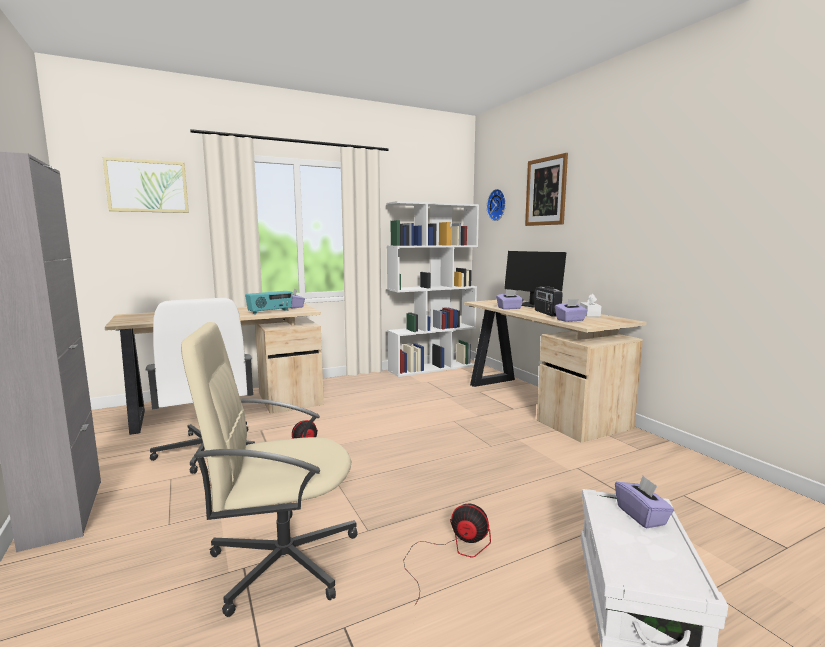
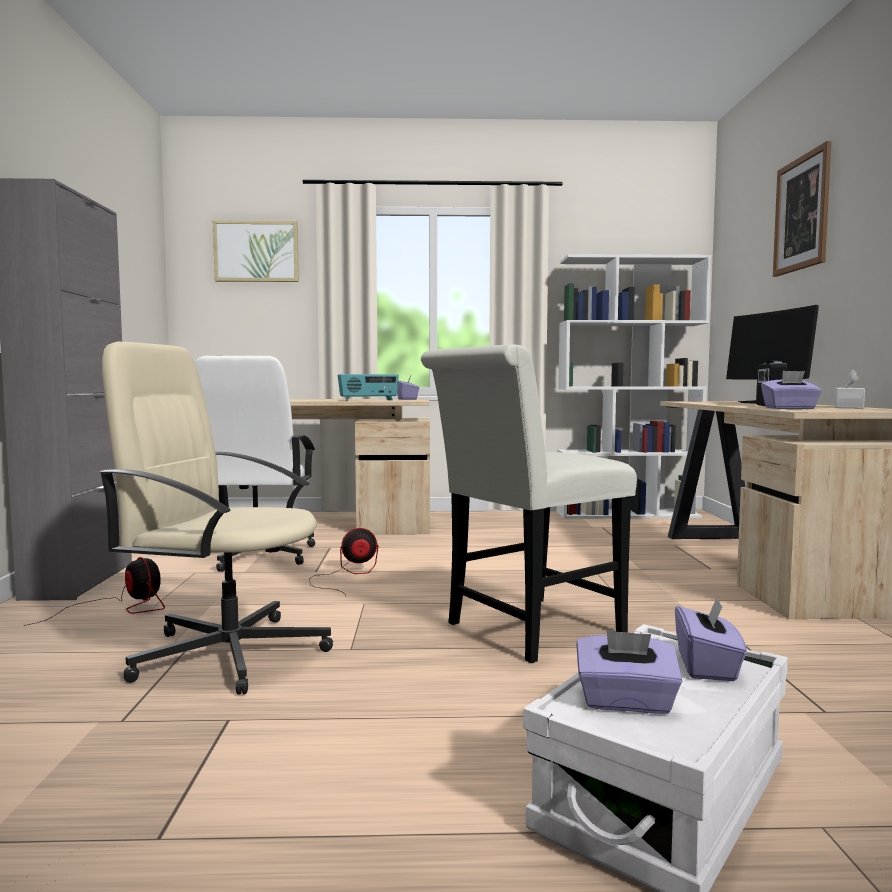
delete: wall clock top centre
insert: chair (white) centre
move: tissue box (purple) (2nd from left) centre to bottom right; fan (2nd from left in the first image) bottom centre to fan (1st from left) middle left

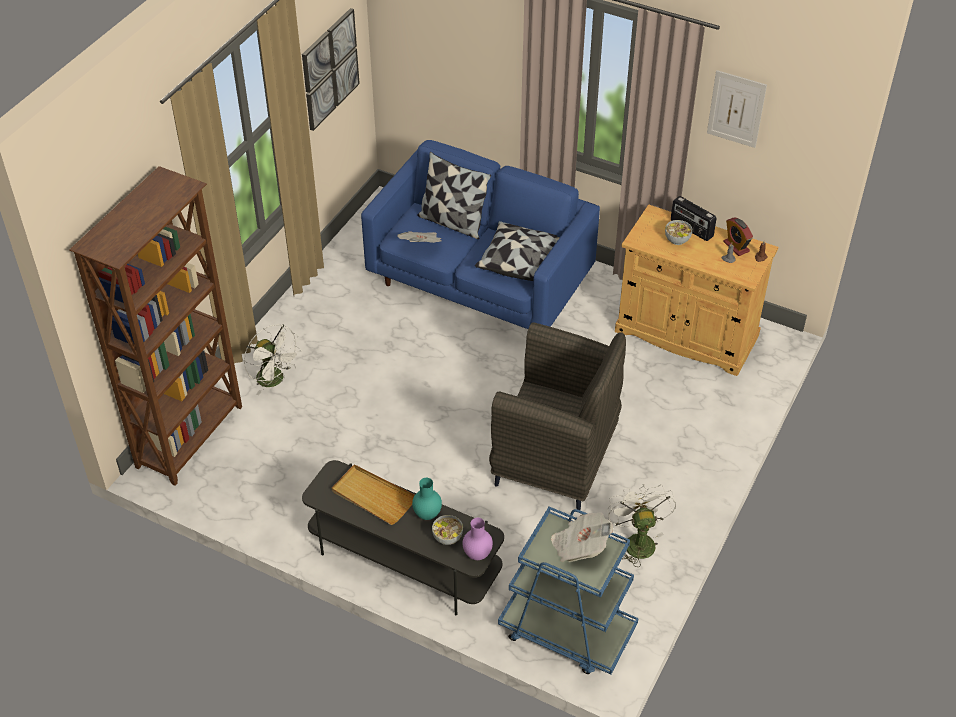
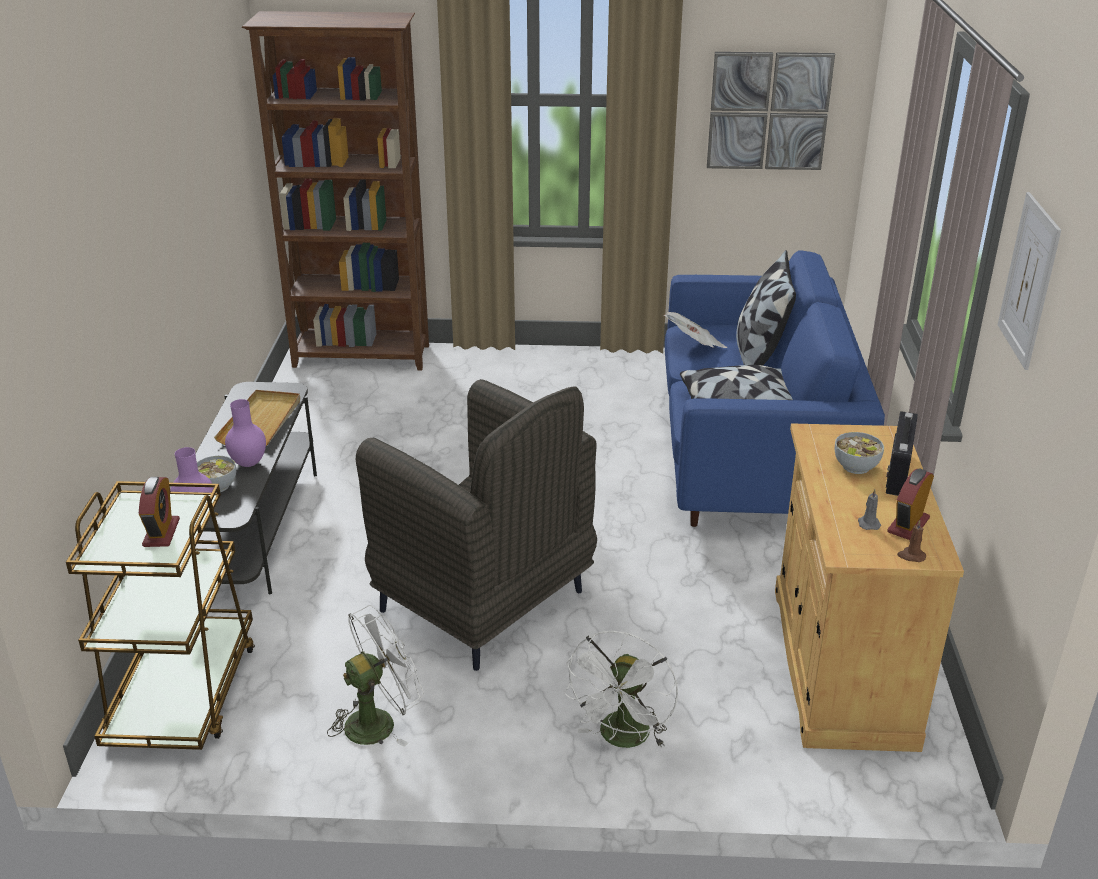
move: fan (white) (1st from left in the first image) middle left to fan (white) (2nd from left) bottom centre
replace: newspaper (2nd from left) bottom centre to alarm clock (1st from left) middle left
recolor: vase (turquoise) bottom centre to vase (purple) (2nd from left) middle left; cart (blue) bottom centre to cart (brown) bottom left
rotate: armchair (grey) centre = centre 45 degrees counterclockwise

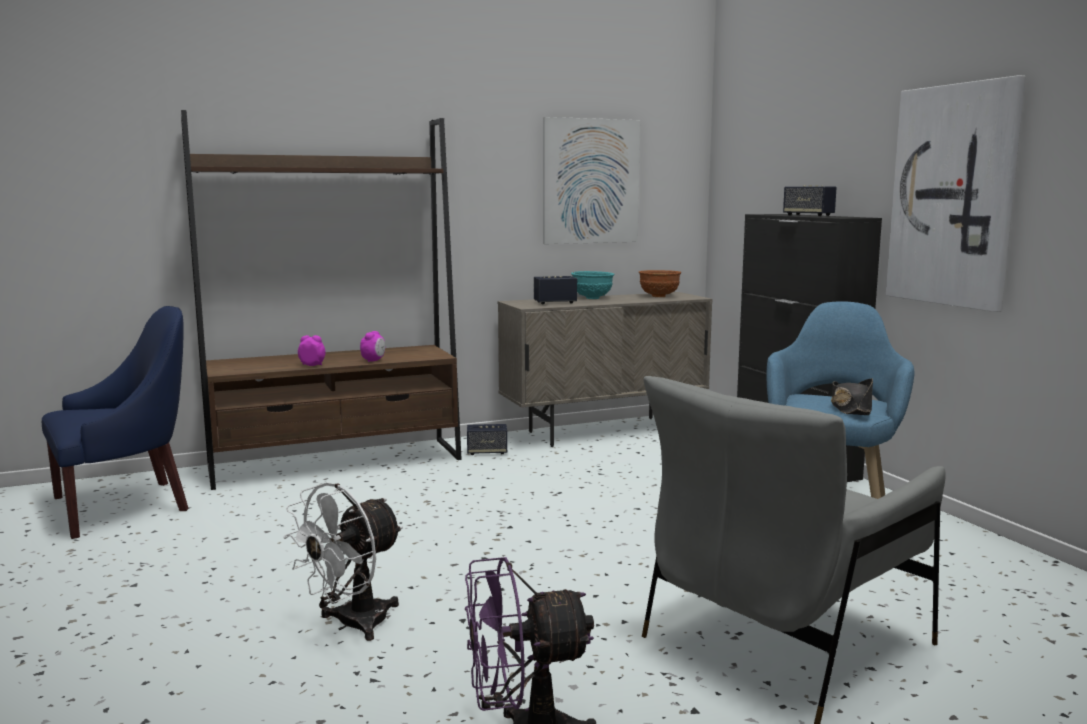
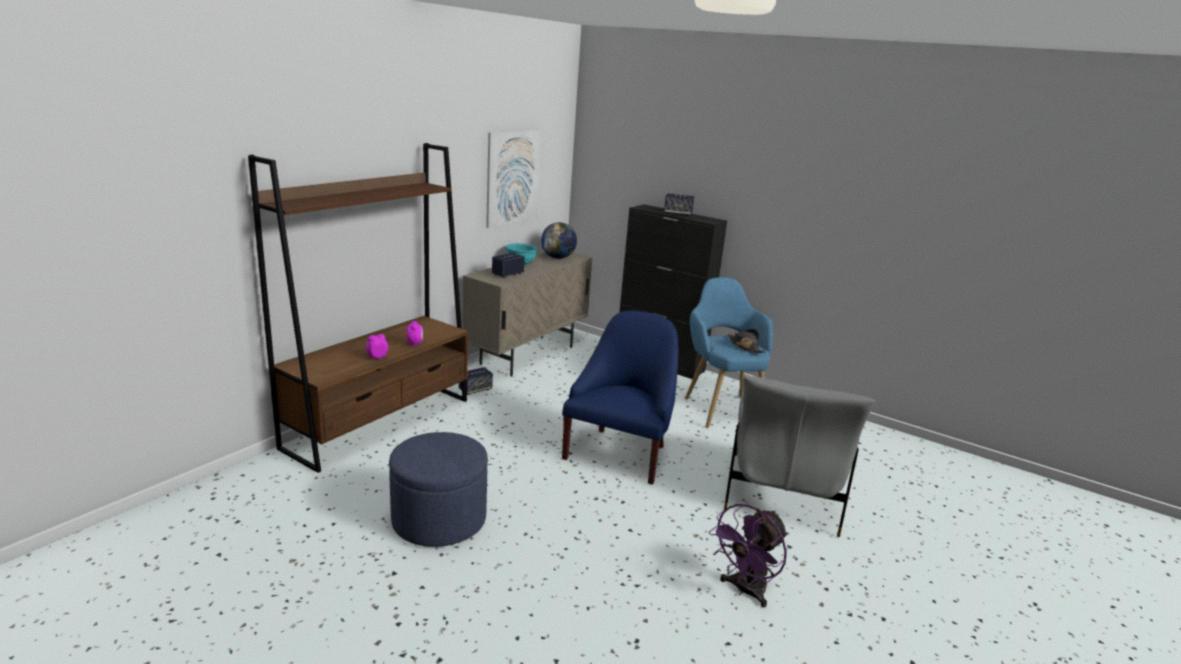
delete: picture (2nd from left) top right; fan (white) bottom left
insert: ottoman (blue) bottom centre
move: armchair (blue) (1st from left) middle left to centre
replace: bowl (brown) centre to globe centre

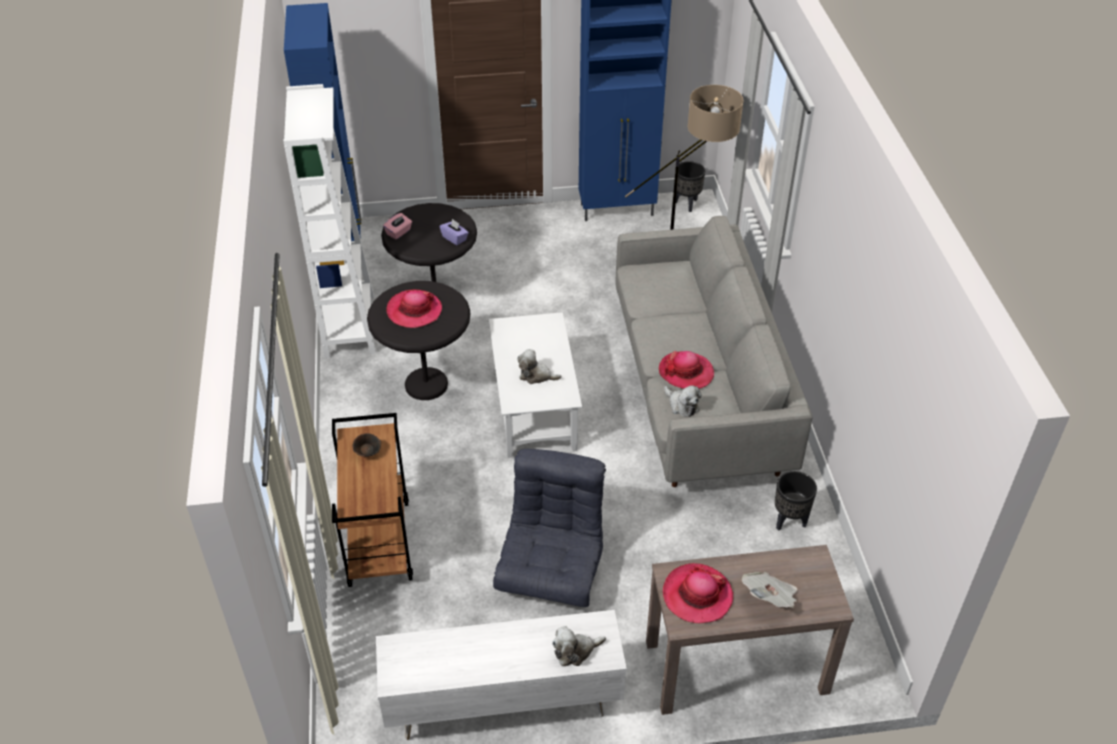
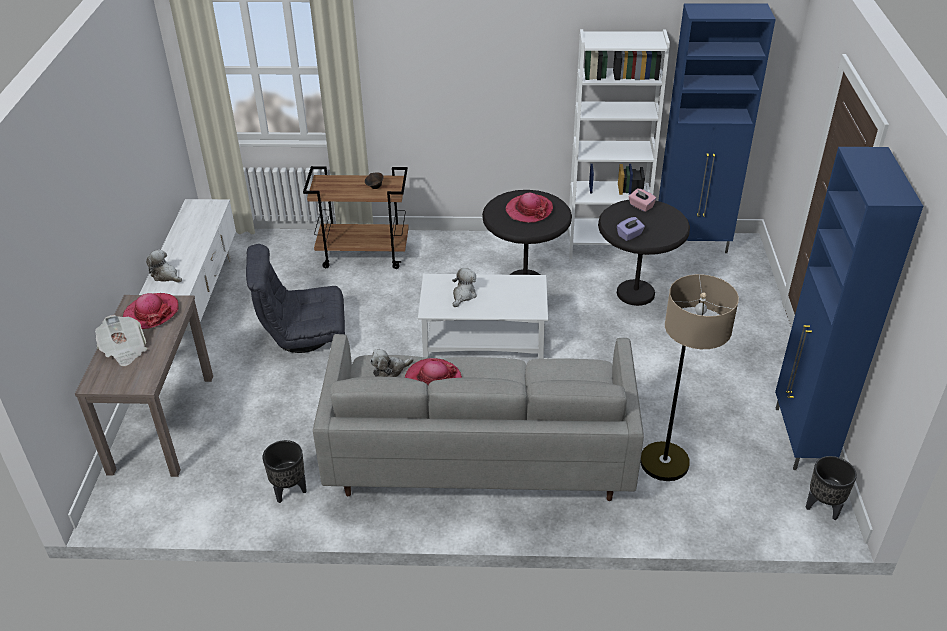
rotate: armchair (grey) bottom centre = middle left 150 degrees clockwise; plush toy (2nd from left in the first image) bottom centre = middle left 45 degrees counterclockwise

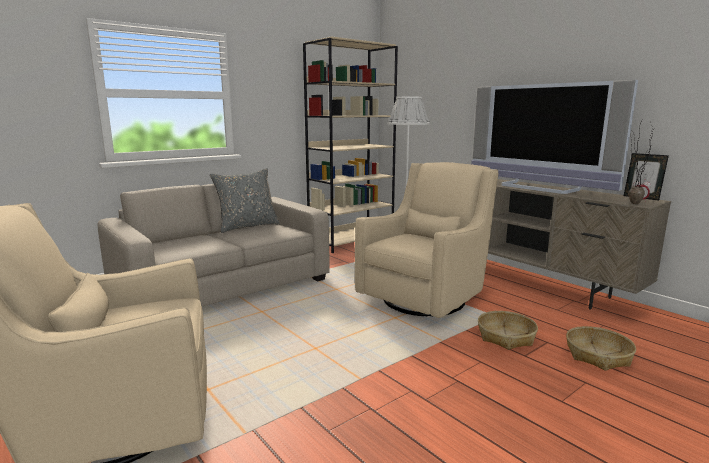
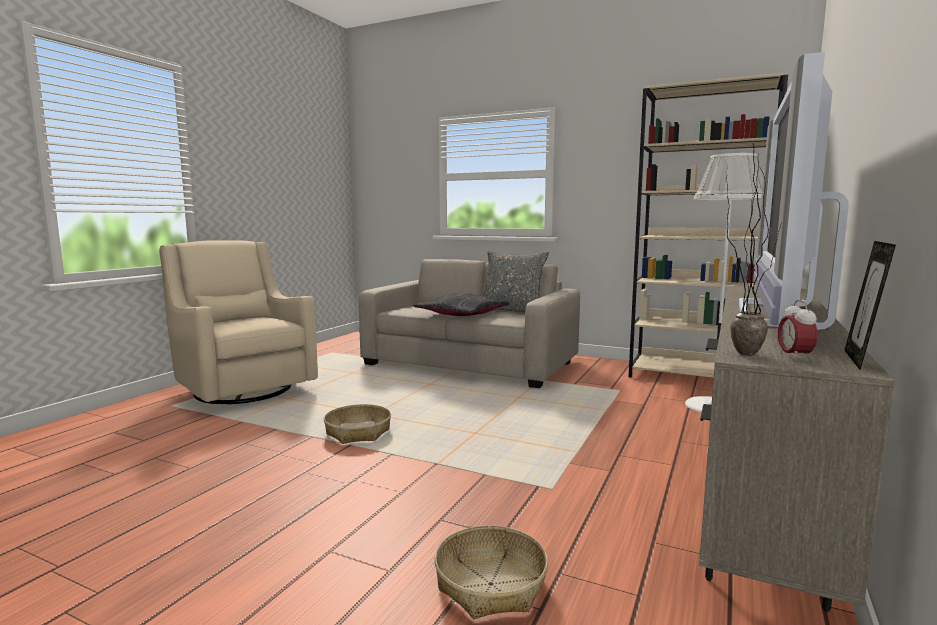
delete: armchair (beige) (2nd from left) centre
insert: pillow (grey) (1st from left) centre
move: basket (1st from left) bottom right to bottom centre

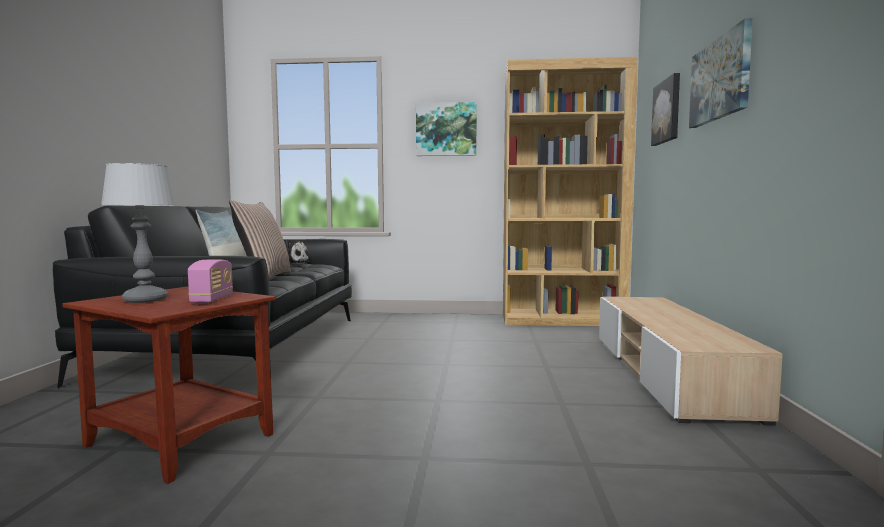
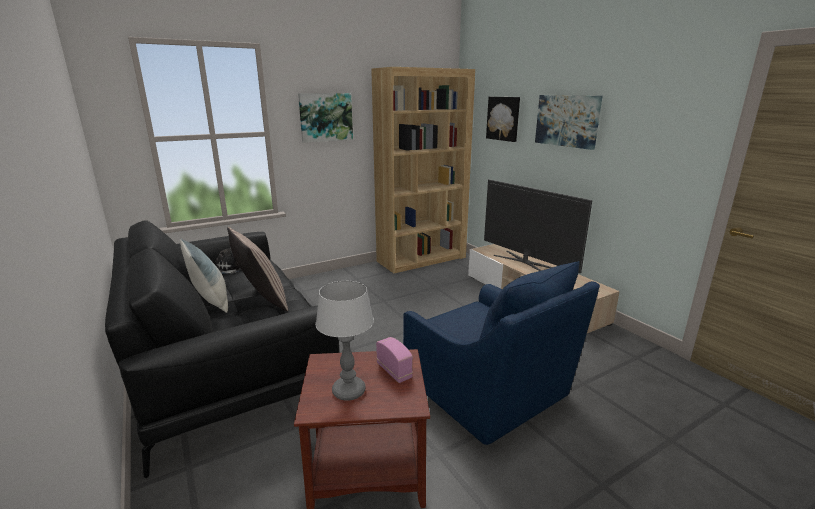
insert: television centre; armchair (blue) bottom centre

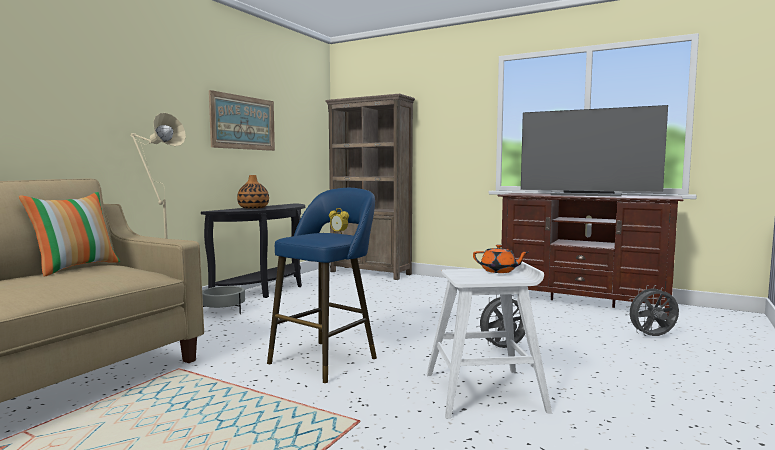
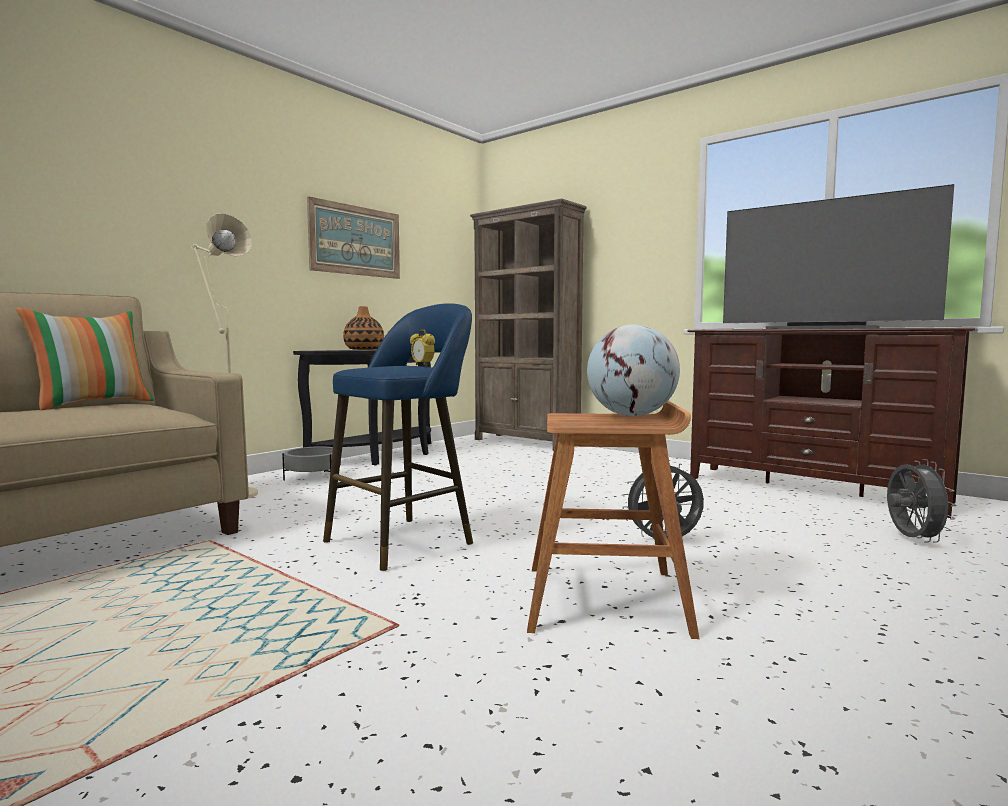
replace: teapot (orange) centre to globe centre
recolor: stool (white) bottom centre to stool (brown) centre
rotate: fan (grey) (2nd from left) bottom right = middle right 90 degrees clockwise

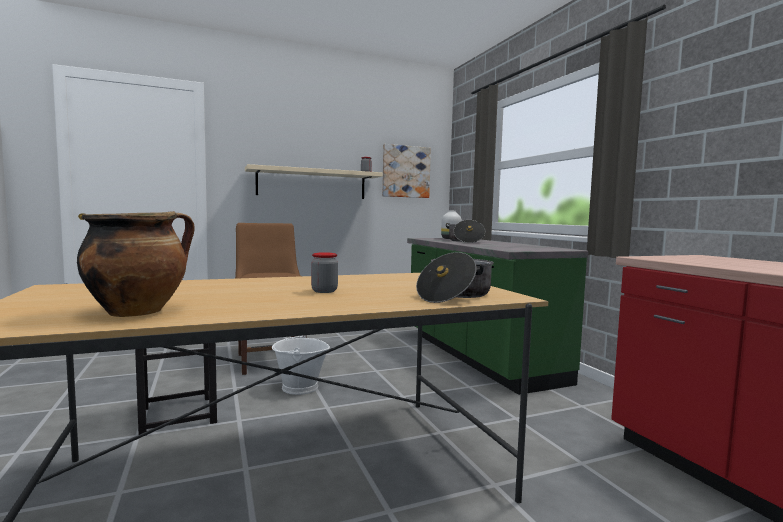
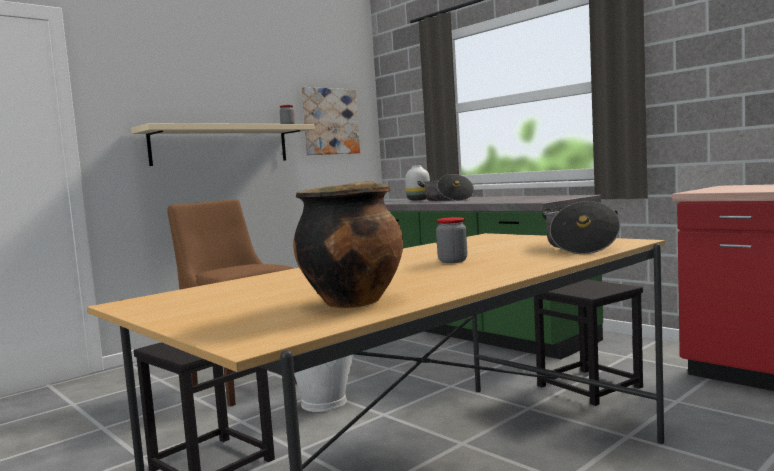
insert: stool (black) (2nd from left) bottom right

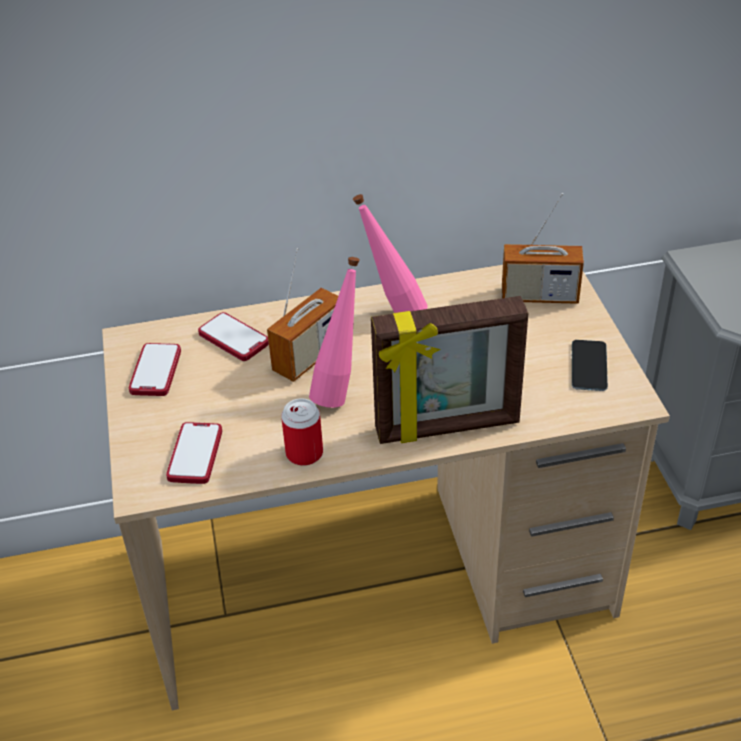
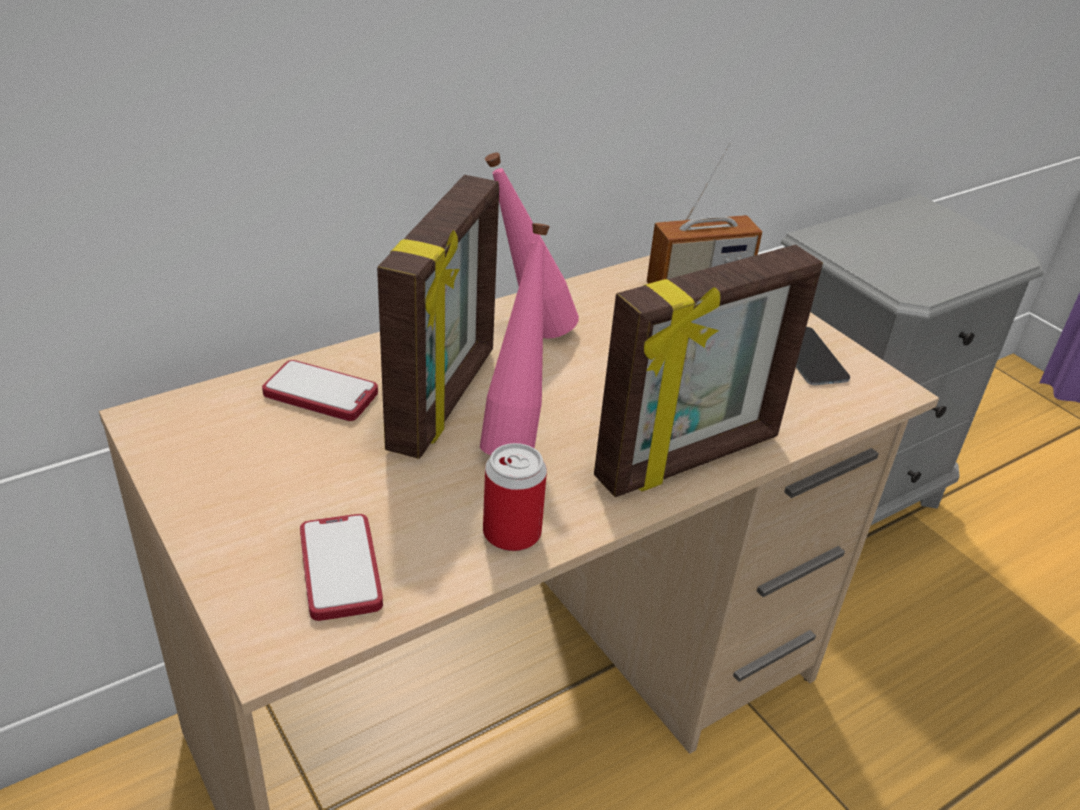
delete: phone (1st from left) middle left
replace: radio (1st from left) centre to picture frame (1st from left) centre

